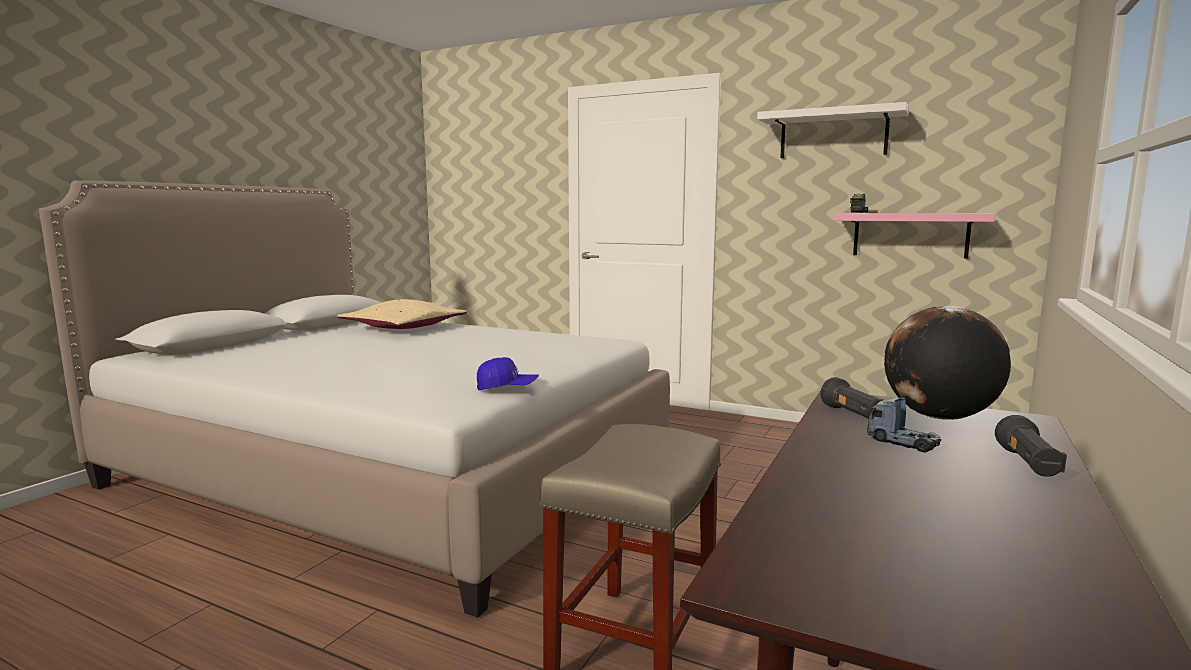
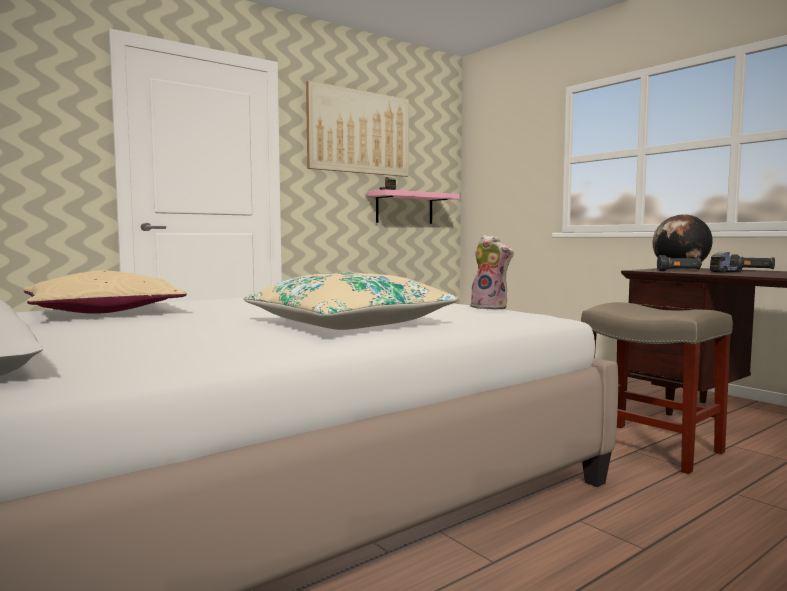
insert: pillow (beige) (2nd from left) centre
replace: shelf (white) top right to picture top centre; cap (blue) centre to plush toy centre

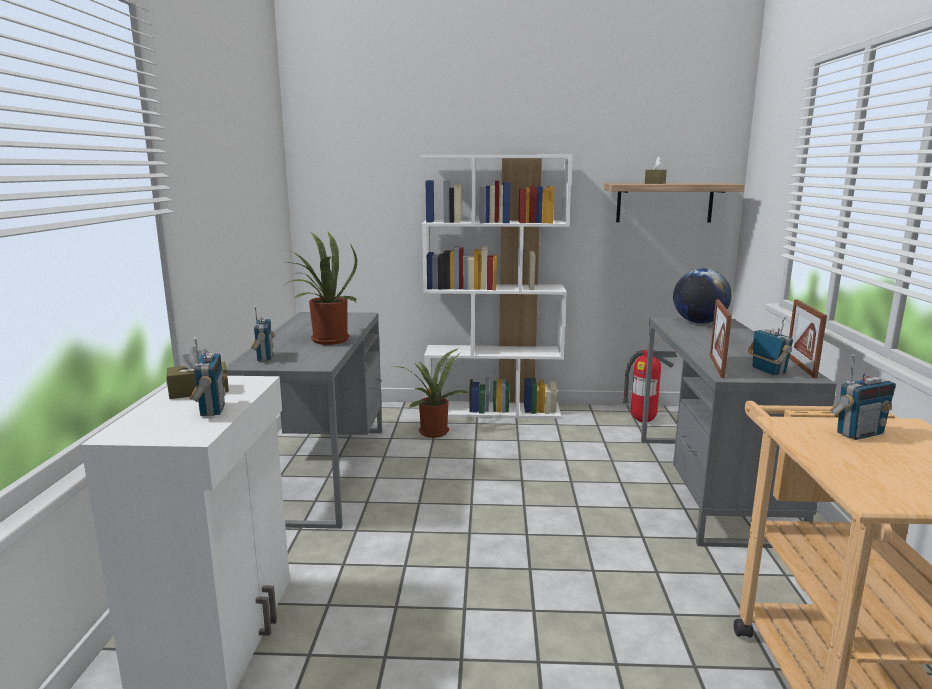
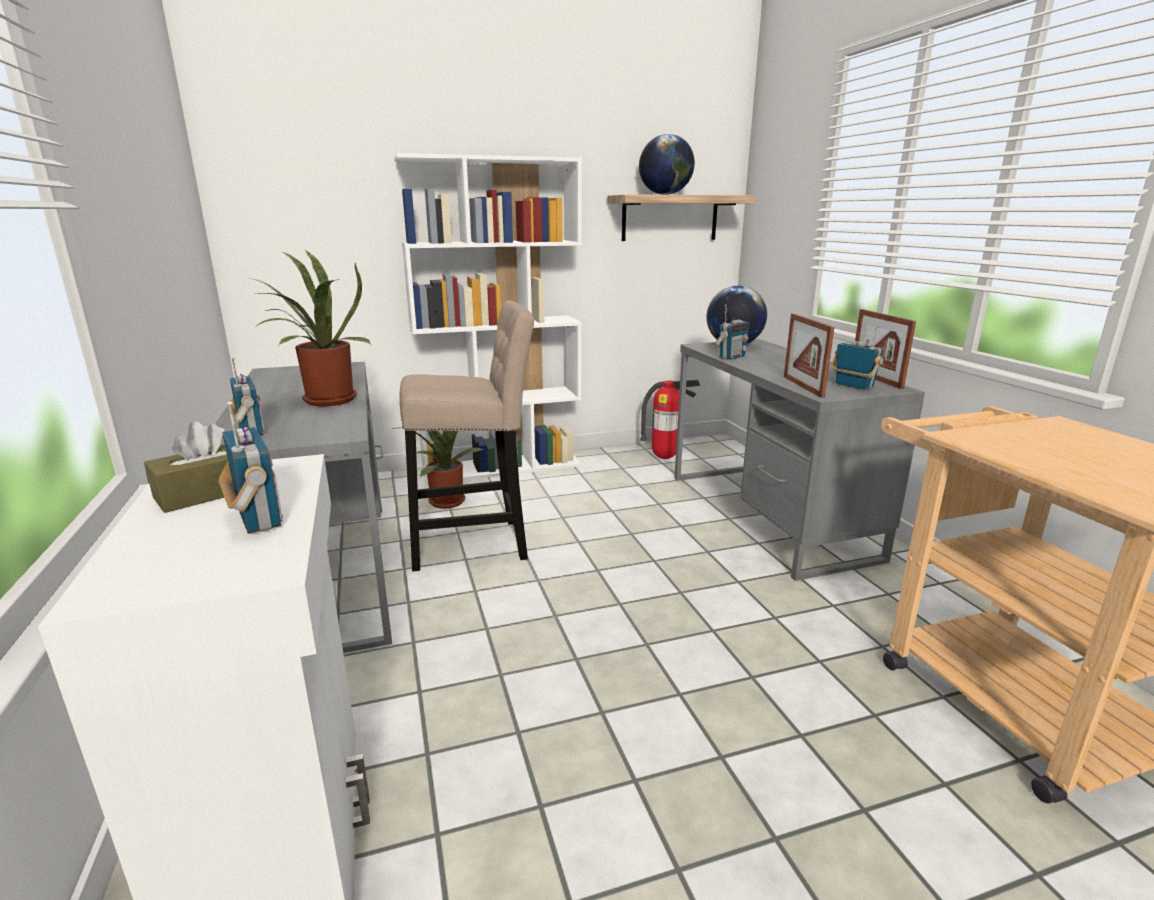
insert: stool (beige) centre
move: radio (4th from left in the first image) middle right to radio (3rd from left) centre
replace: tissue box (brown) (2nd from left) top right to globe (1st from left) top centre

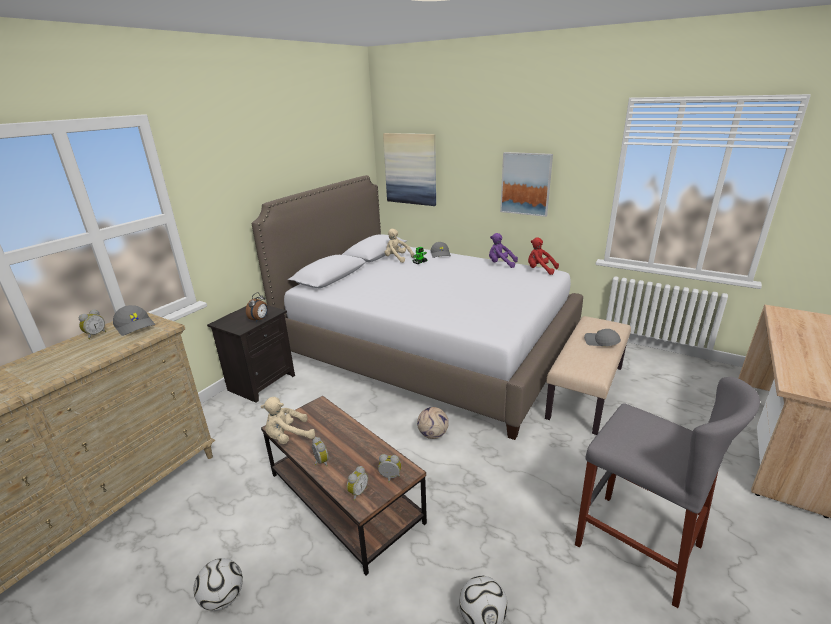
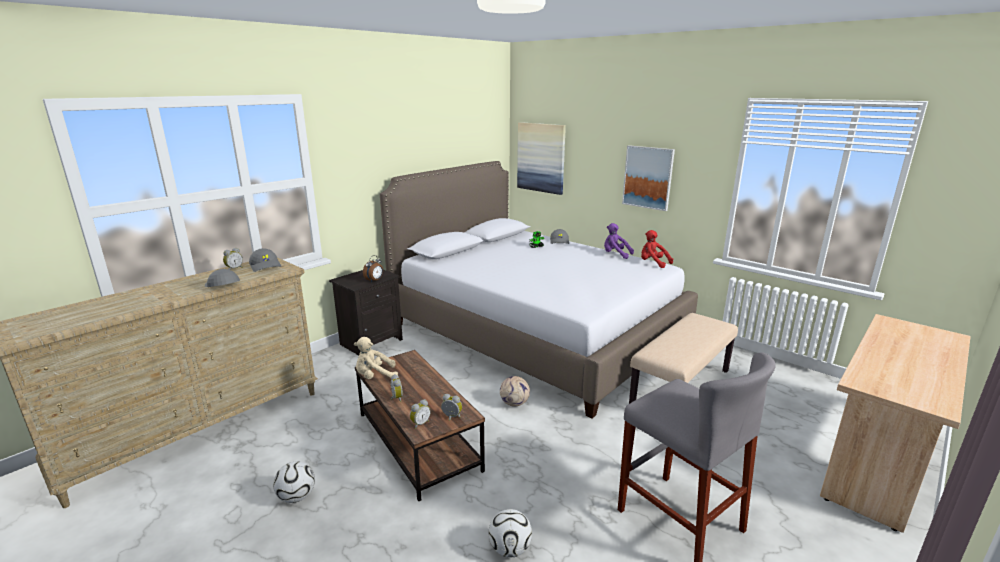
delete: plush toy (beige) (2nd from left) centre
move: cap (grey) (3rd from left in the first image) middle right to cap (grey) (1st from left) middle left

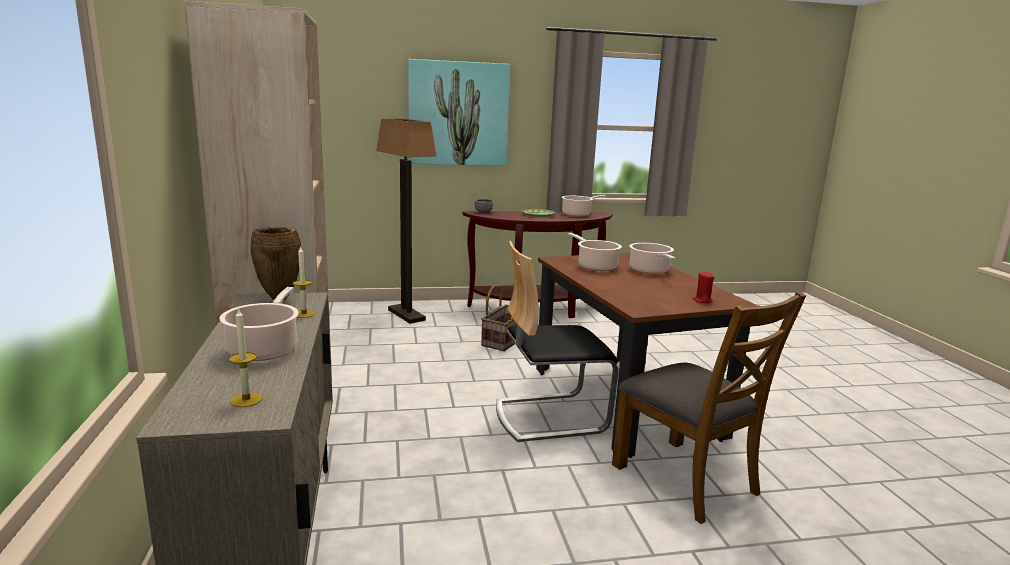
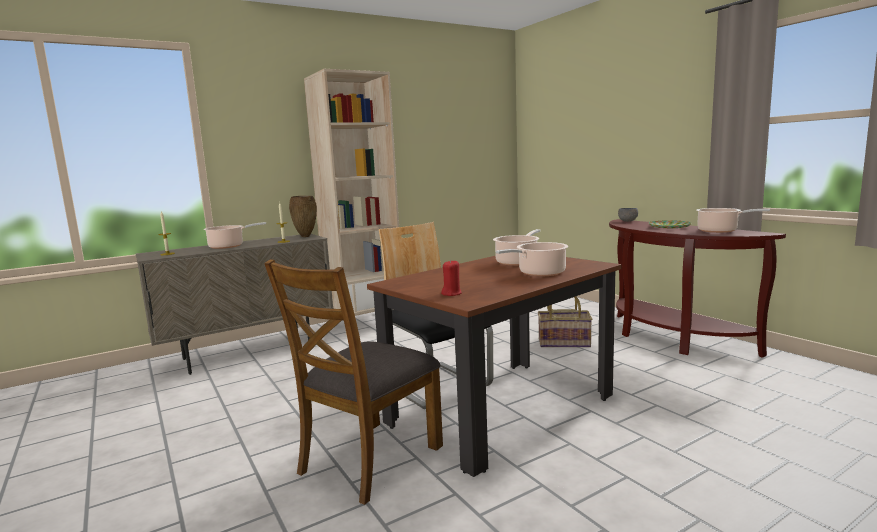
delete: picture top centre; floor lamp centre

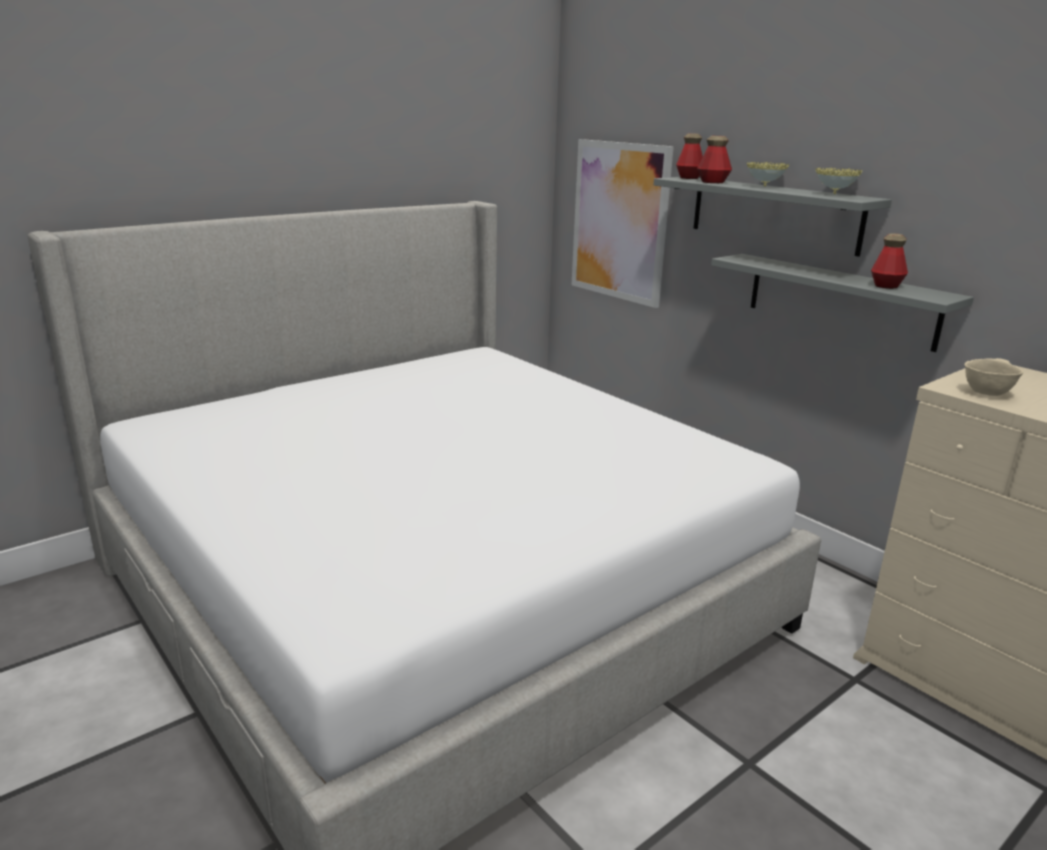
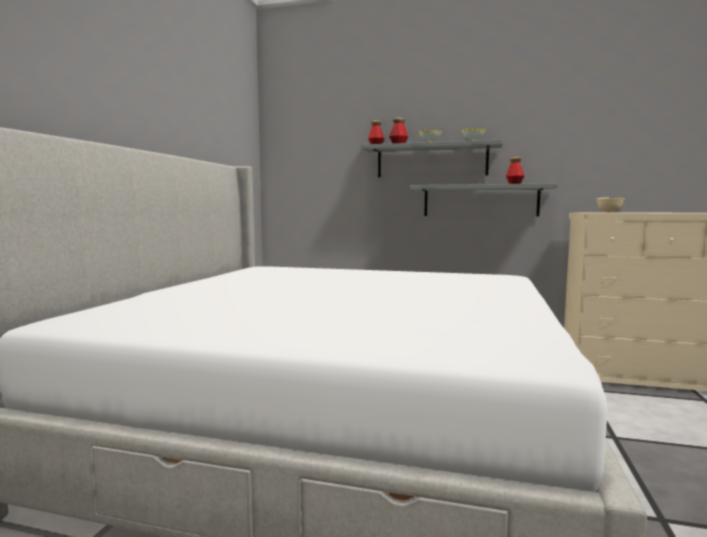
delete: picture top centre

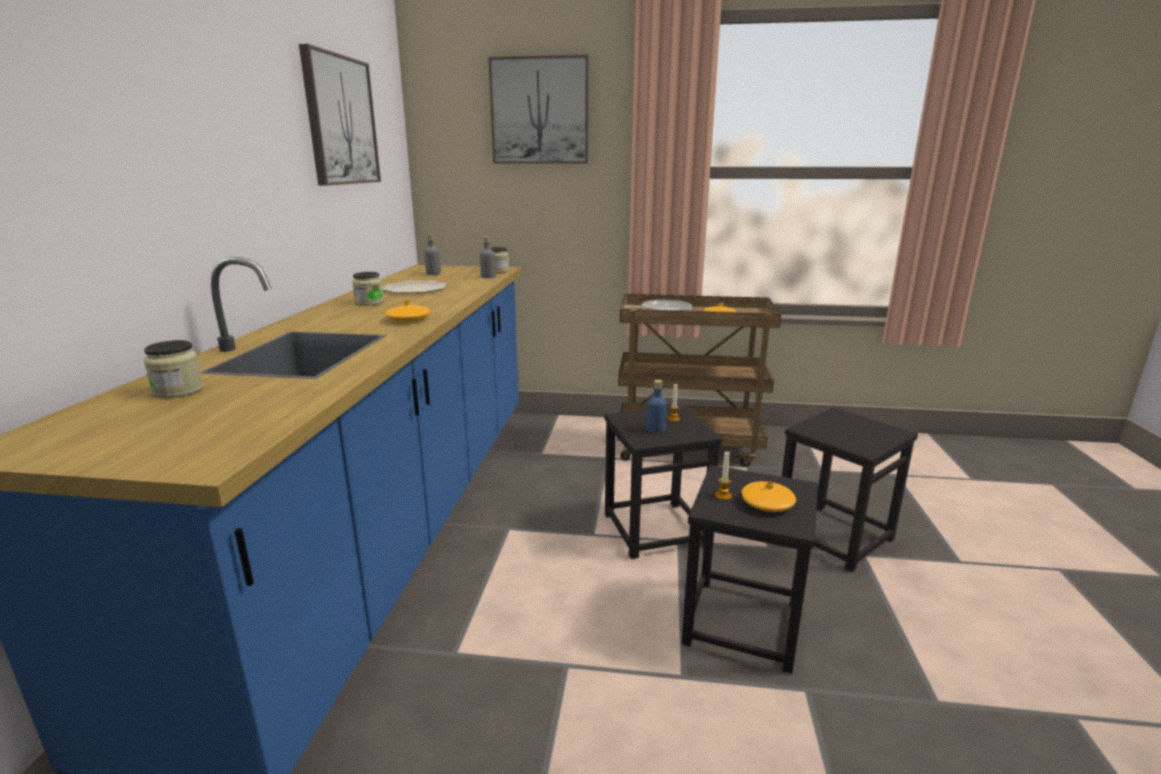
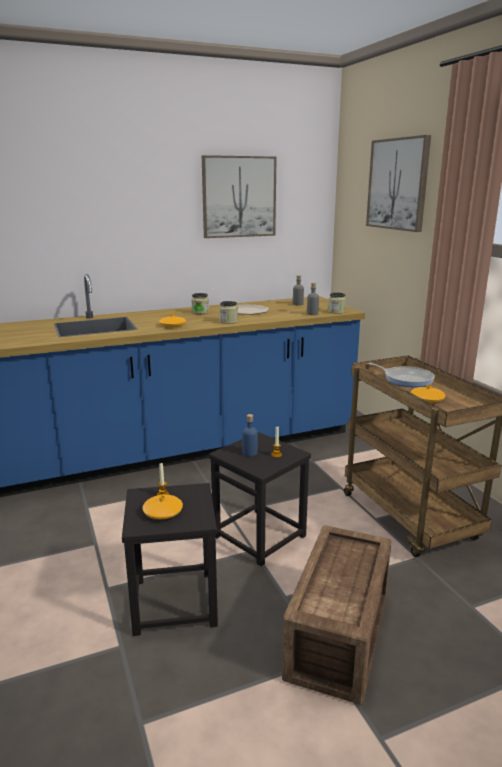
move: jar (1st from left in the first image) middle left to jar (2nd from left) centre
replace: stool (black) (3rd from left) middle right to crate bottom right

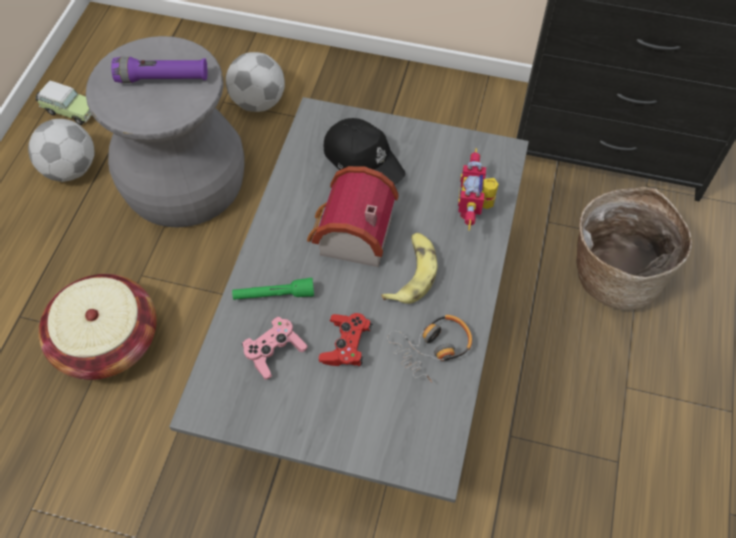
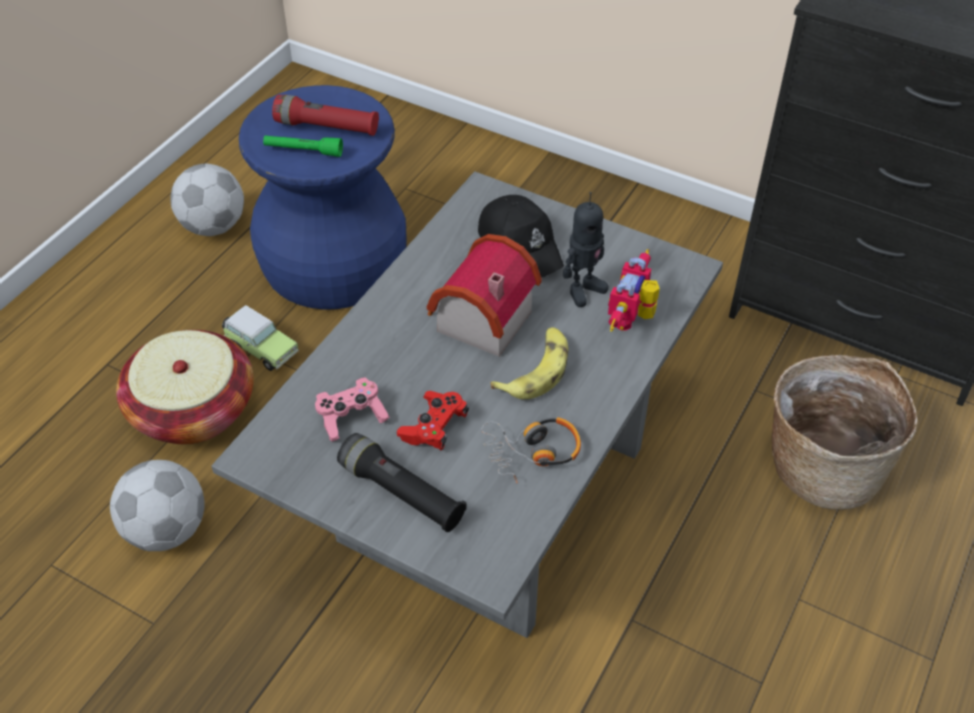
insert: toy robot (1st from left) centre; flashlight (black) bottom centre
move: football (2nd from left in the first image) top centre to football (1st from left) bottom left; toy car top left to middle left; flashlight (green) centre to top left
recolor: stool (grey) top left to stool (blue) top left; flashlight (purple) top left to flashlight (red) top centre

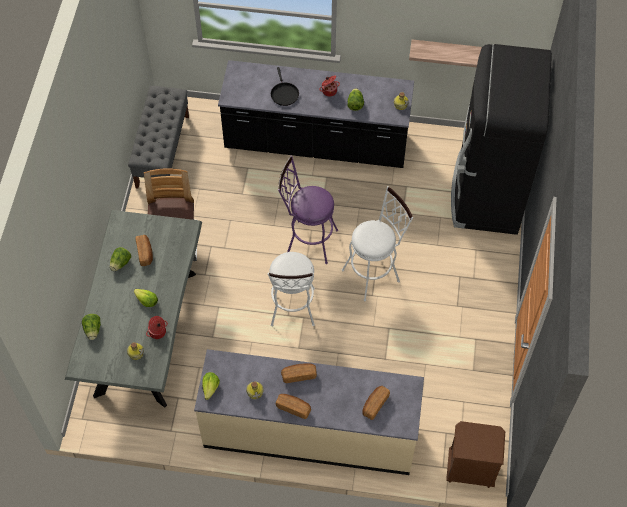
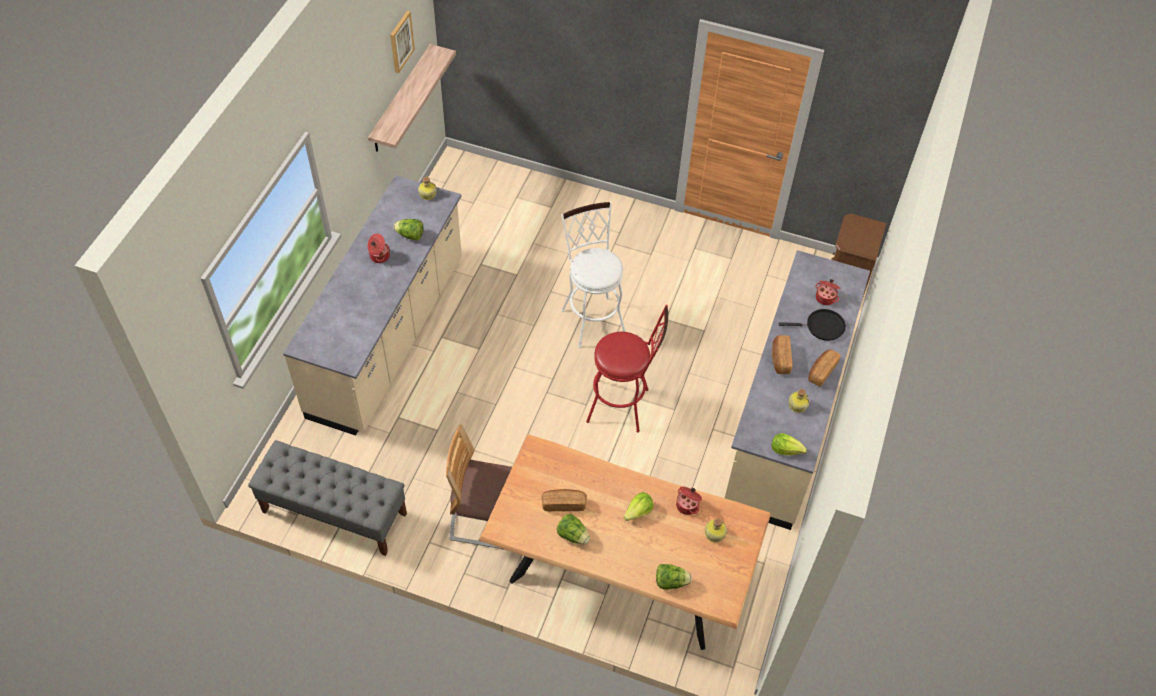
delete: fridge (black) top right; stool (purple) centre
insert: picture top centre
move: frying pan (black) top centre to middle right
replace: bread (4th from left) bottom centre to cooking pot (3rd from left) middle right
recolor: counter (black) top centre to counter (beige) (1st from left) middle left; dining table (grey) middle left to dining table (brown) bottom centre; stool (white) (1st from left) centre to stool (red) centre

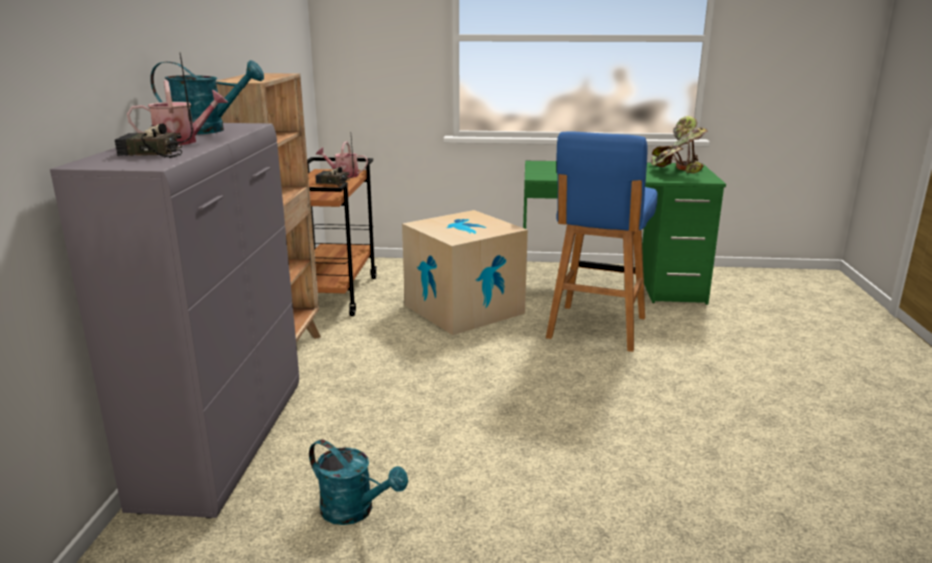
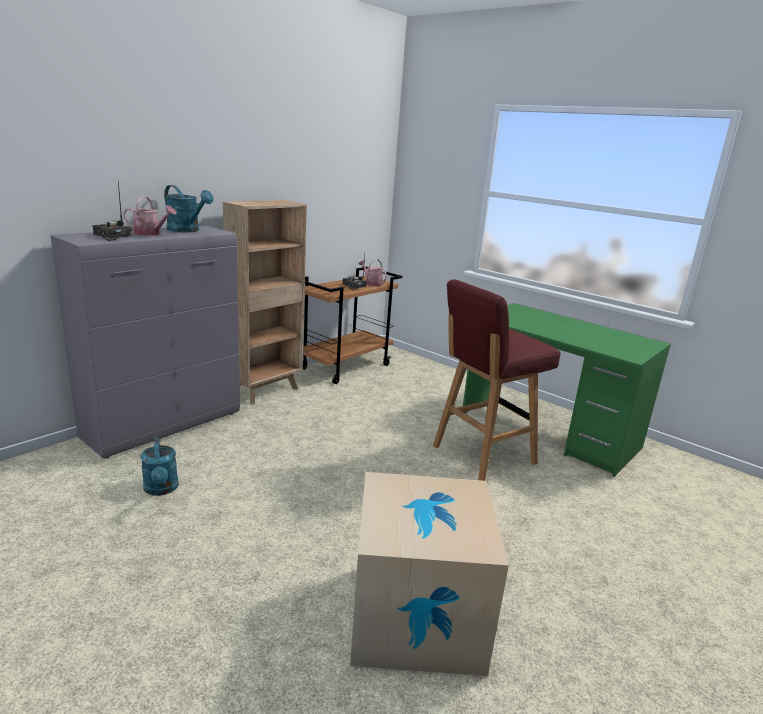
delete: potted plant top right
move: cardboard box centre to bottom centre
recolor: stool (blue) centre to stool (red) centre

